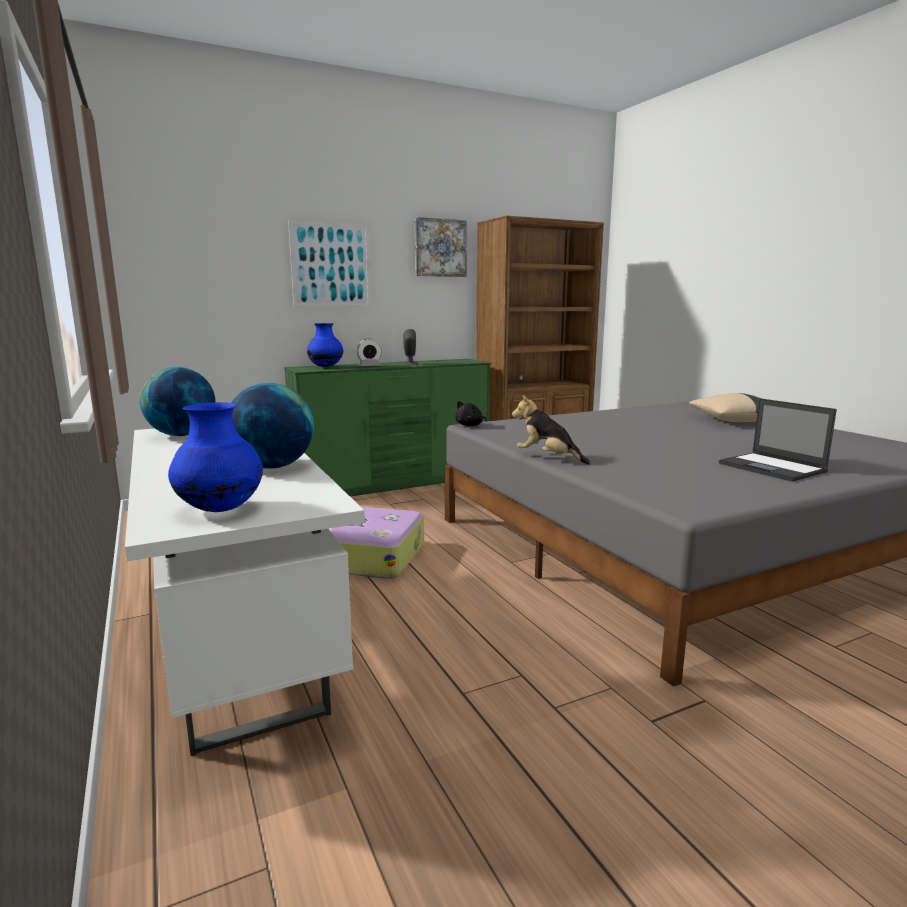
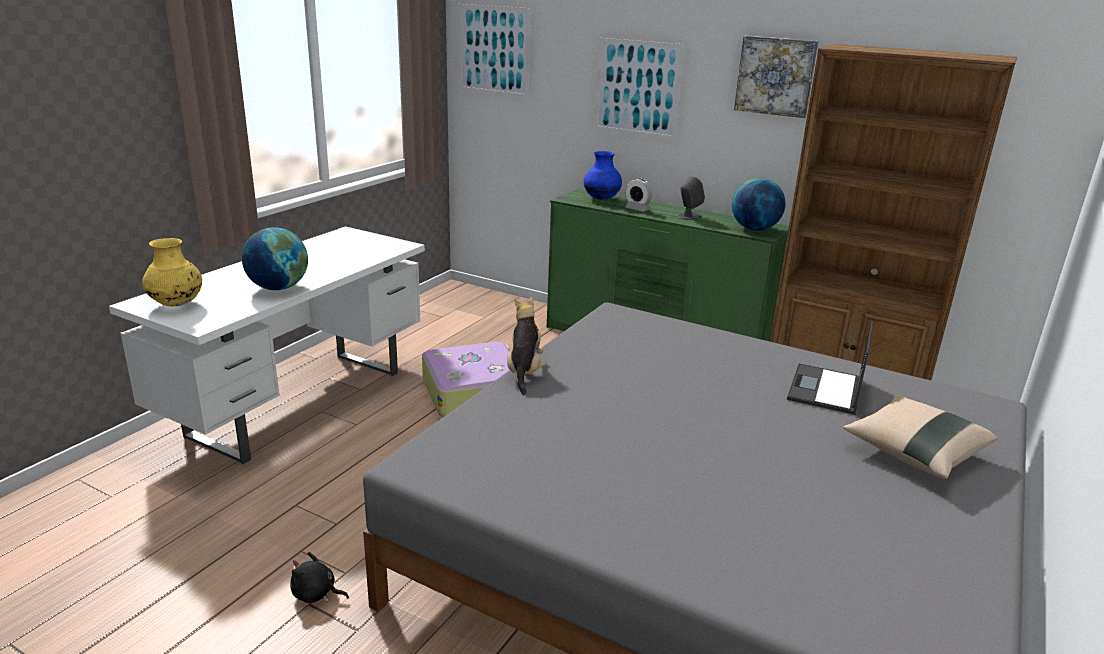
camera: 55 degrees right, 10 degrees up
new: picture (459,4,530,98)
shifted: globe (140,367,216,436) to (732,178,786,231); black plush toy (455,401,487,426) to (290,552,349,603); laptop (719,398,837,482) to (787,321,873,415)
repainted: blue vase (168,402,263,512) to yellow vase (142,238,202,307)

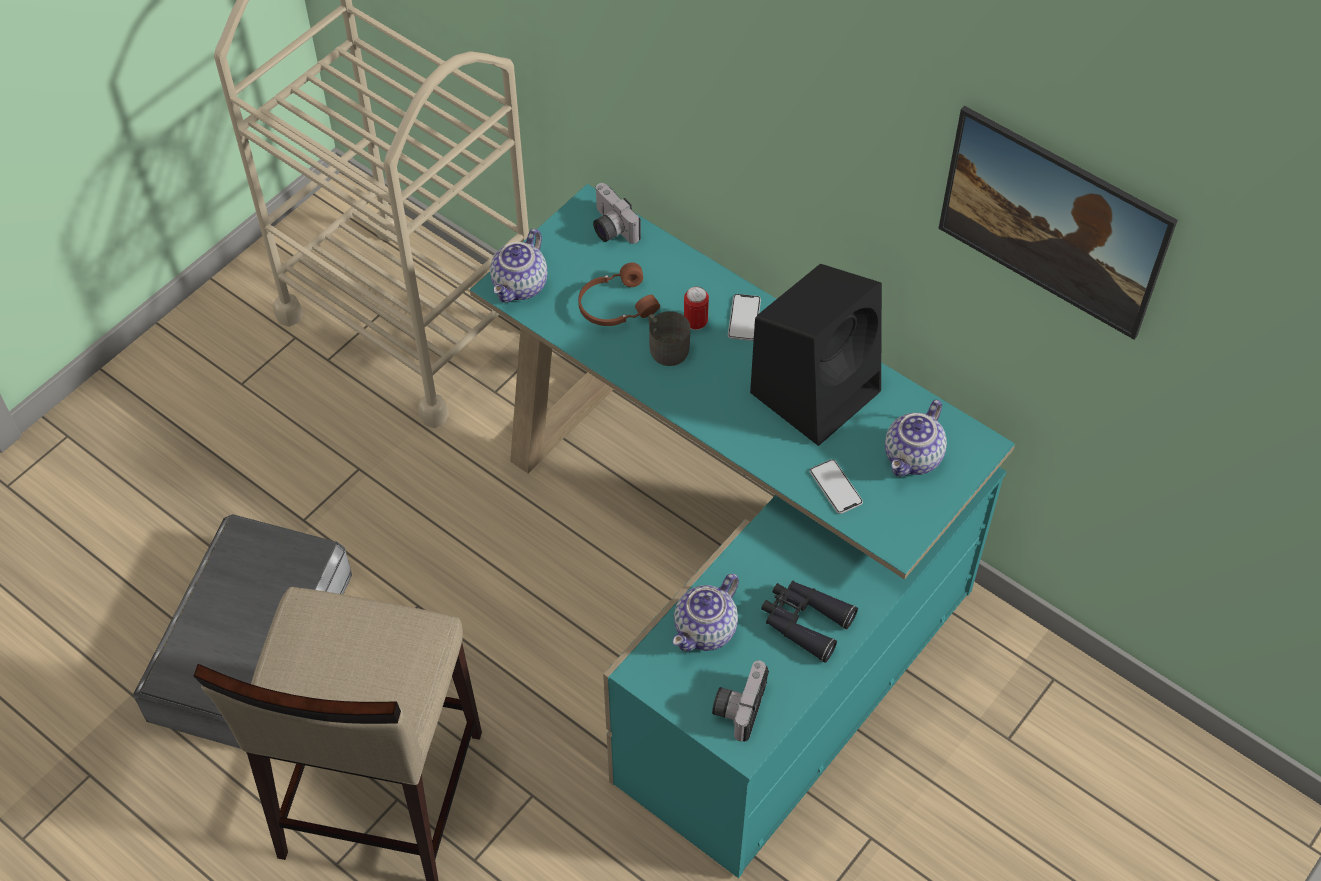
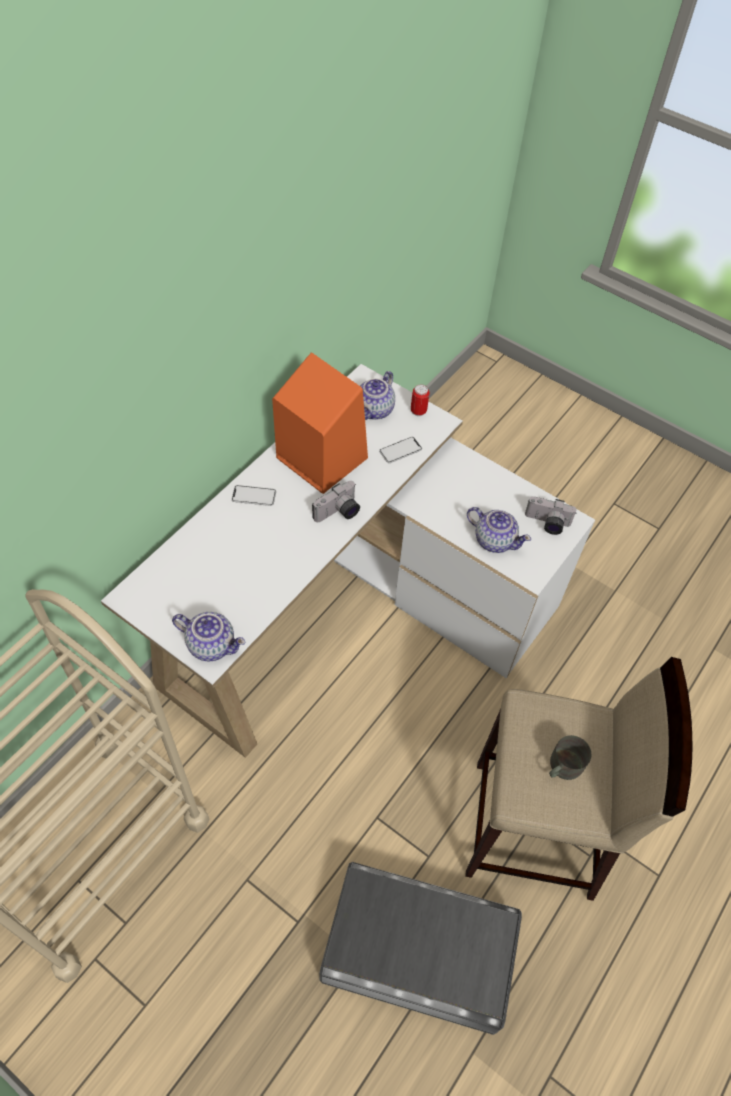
camera: 95 degrees left, 0 degrees up
gone: brown headphones (578,263,660,326); black binoculars (761,581,858,663); picture (938,106,1178,339)
shifted: photo camera (593,183,641,244) to (312,481,360,522); grey mug (648,311,690,366) to (549,735,592,780); can (684,287,709,330) to (411,384,430,416)
repainted: turquoise desk (470,184,1015,878) to white desk (101,364,595,758); black speaker (750,264,882,446) to orange speaker (272,353,368,494)
rotated: teapot (885,400,947,476) = (360,371,395,420) 90 degrees clockwise

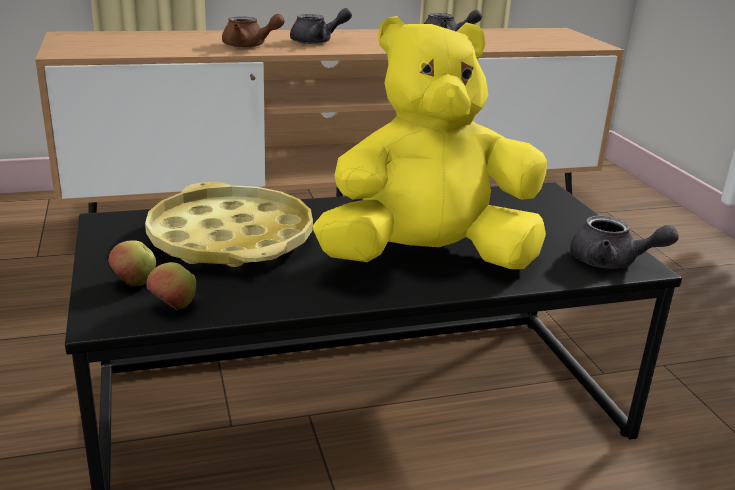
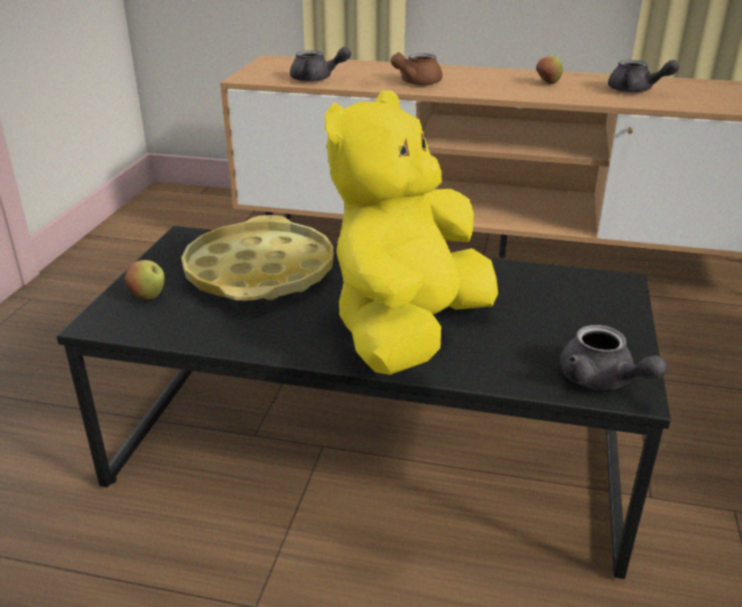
camera: 30 degrees right, 5 degrees up
shifted: apple (146,262,196,310) to (536,56,563,84); grey teapot (290,8,352,44) to (290,47,351,82)
rotated: brown teapot (222,14,285,48) = (391,52,443,85) 90 degrees clockwise; yellow plush toy (313,16,547,269) = (325,90,498,375) 75 degrees counterclockwise

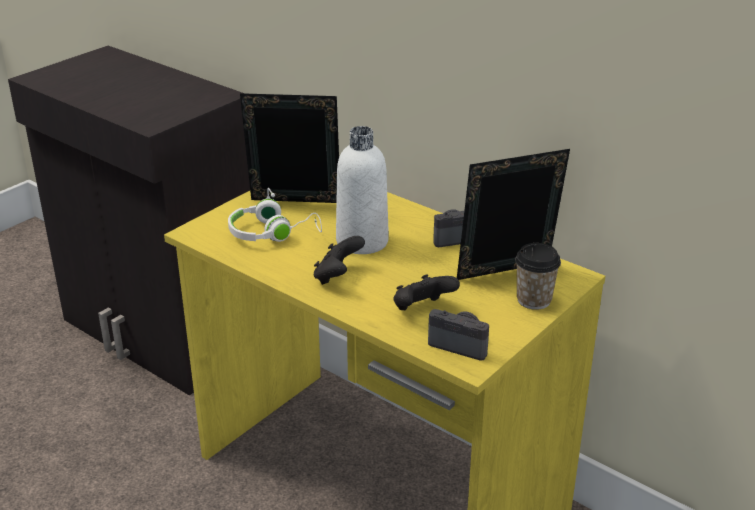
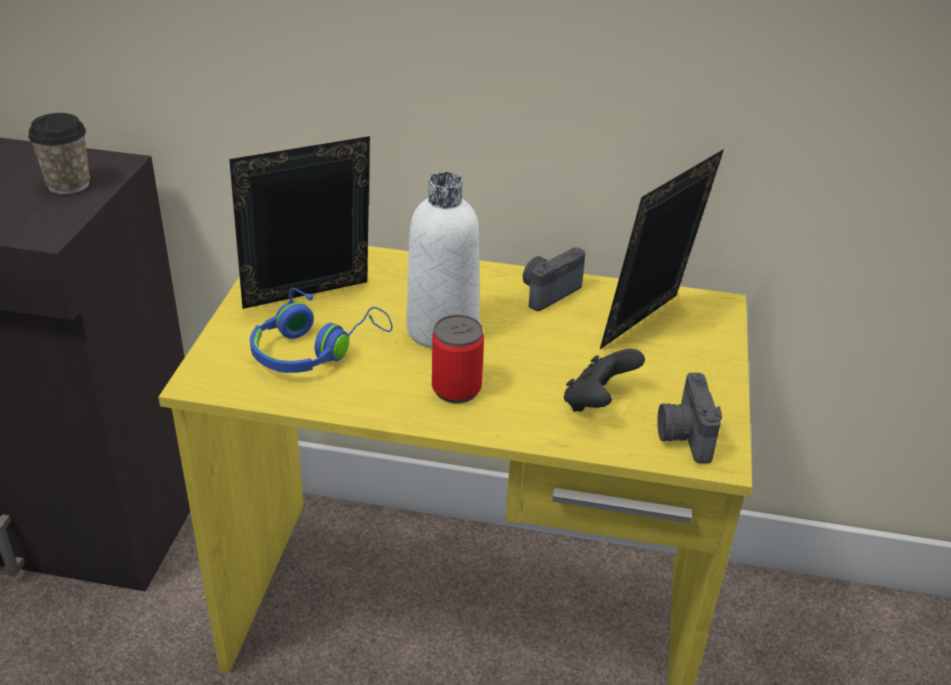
camera: 30 degrees left, 5 degrees up
shifted: cup (515,243,561,310) to (28,113,90,194)
swapped: black game controller (314,236,365,285) to can (432,315,484,403)
repainted: white headphones (228,188,322,242) to blue headphones (250,288,393,373)
rotated: photo camera (428,309,489,361) = (657,373,722,463) 90 degrees counterclockwise

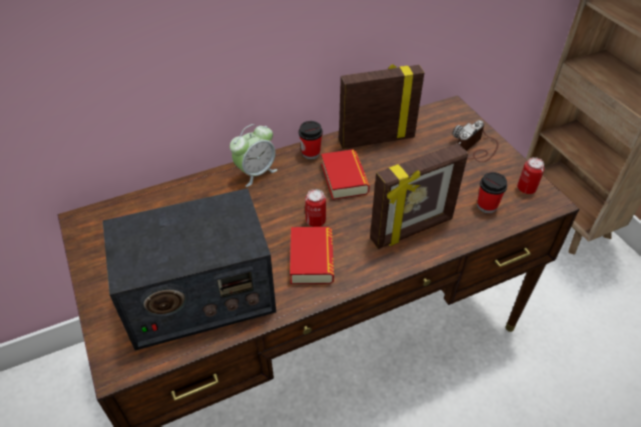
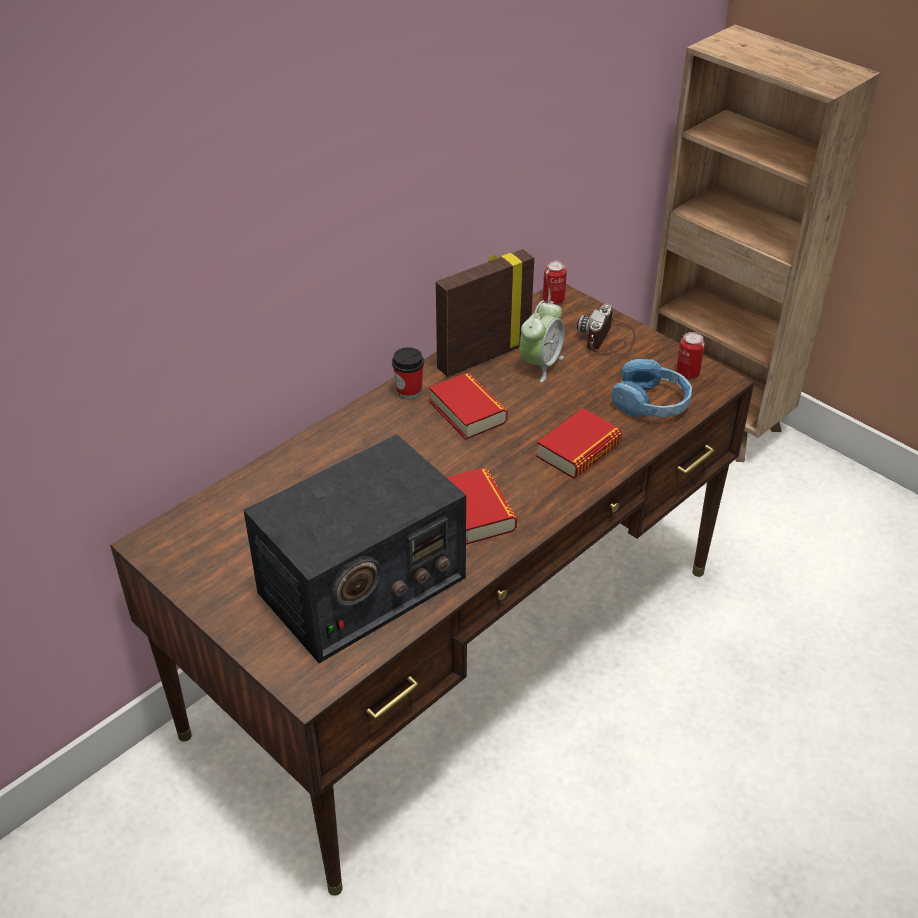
camera: 20 degrees left, 5 degrees down
shifted: alarm clock (230,124,278,187) to (520,301,564,382); can (305,189,326,227) to (543,260,567,305)
swapped: picture frame (370,143,468,249) to book (537,408,622,478); cup (477,172,507,213) to blue headphones (611,359,692,418)

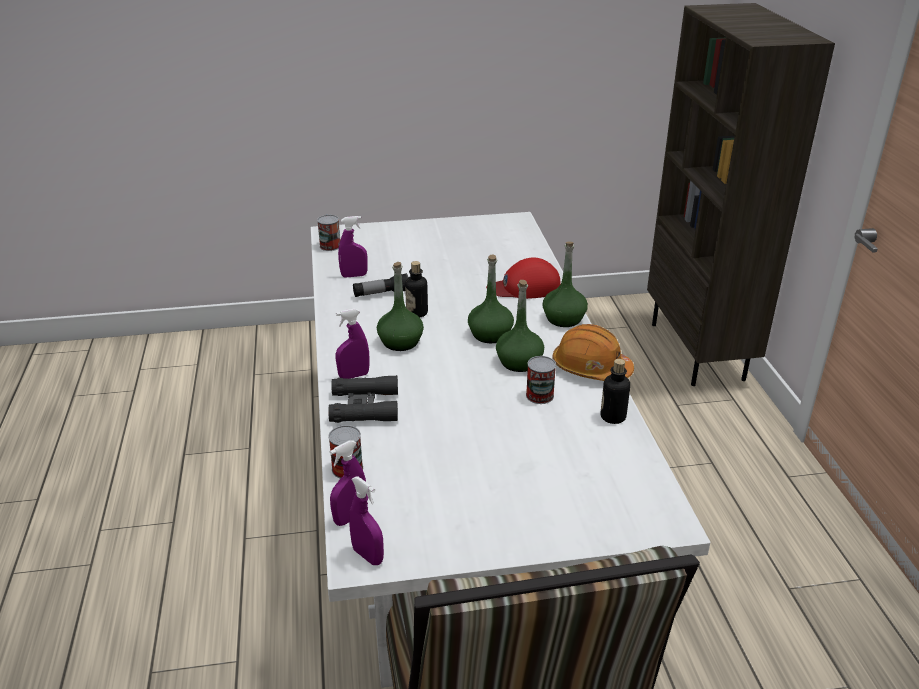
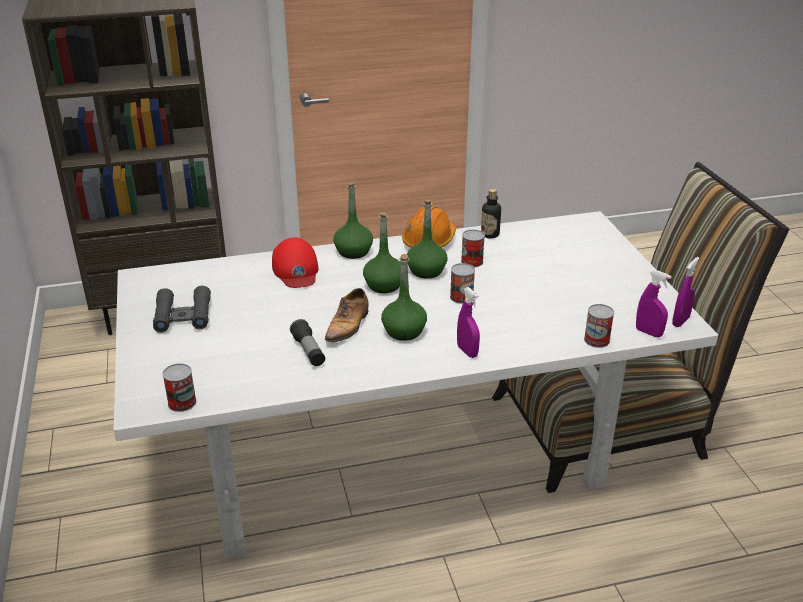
camera: 95 degrees left, 0 degrees up
gone: purple spray bottle (338,216,368,277)
new: can (450,263,475,304)
shifted: black binoculars (329,376,398,423) to (153,286,211,333)
swapped: bottle (405,261,428,318) to shoe (325,288,369,342)

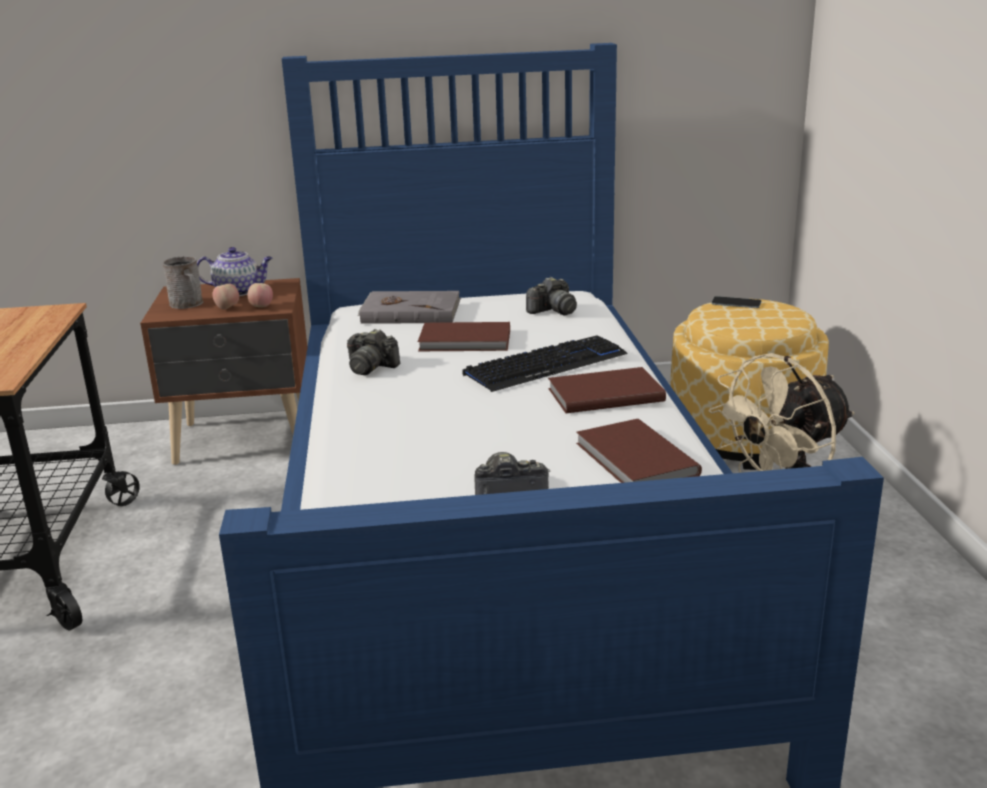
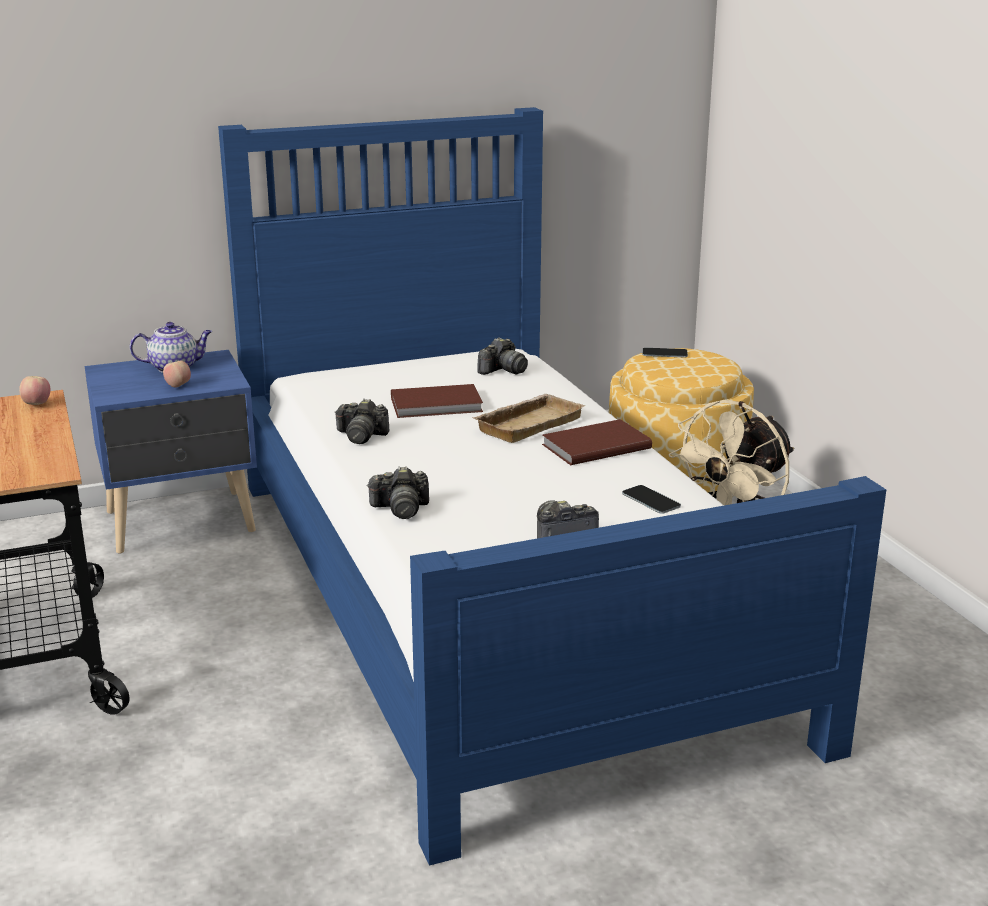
camera: 15 degrees left, 0 degrees up
gone: grey mug (162,256,203,309); grey book (358,291,461,324)
new: photo camera (366,466,429,519)
shifted: apple (247,283,273,308) to (19,376,50,405)
swapped: keyboard (462,335,628,392) to beige tray (472,394,585,443); brown book (576,419,702,483) to phone (622,485,681,514)
repainted: brown nightstand (140,278,308,465) to blue nightstand (84,350,257,554)

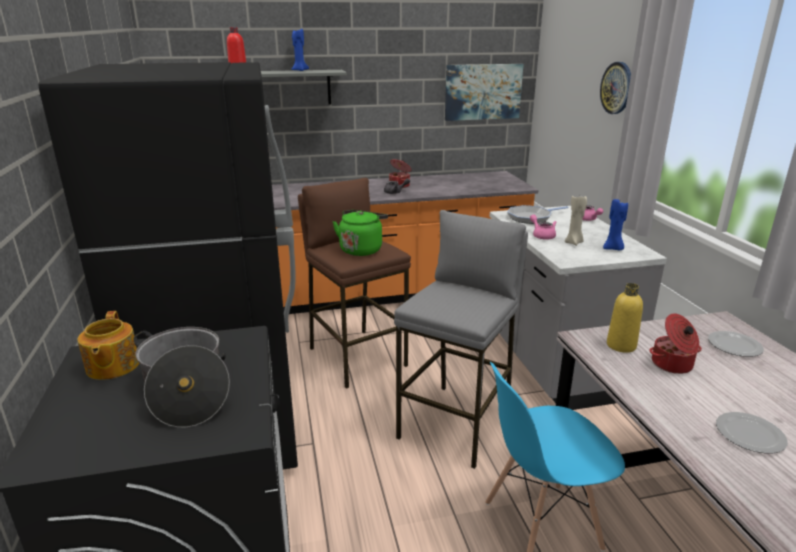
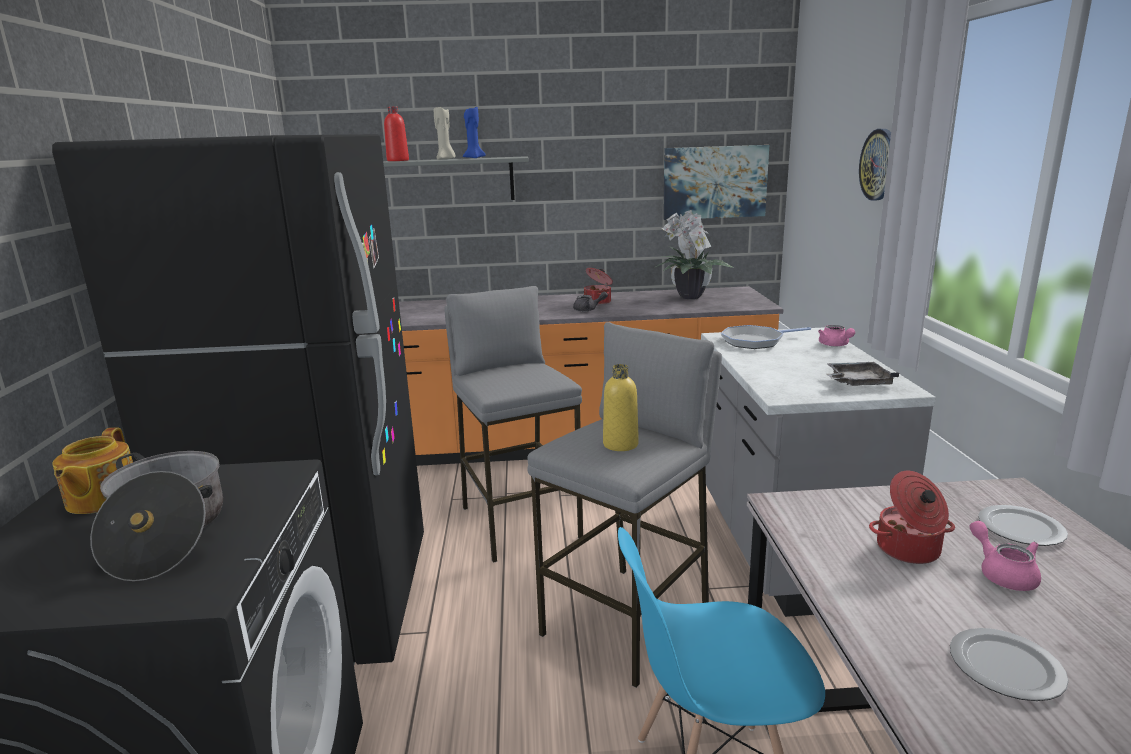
camera: 10 degrees right, 5 degrees down
gone: green kettle (333,210,388,256)
new: potted plant (654,210,734,299)
shifted: pink teapot (530,215,557,240) to (969,521,1041,591); beige candle (565,196,587,246) to (434,107,456,160); yellow bottle (607,283,643,353) to (603,364,639,451)
swapped: blue candle (603,199,628,250) to grey tray (826,362,899,386)
repainted: brown stool (298,178,411,389) to grey stool (444,286,583,563)

